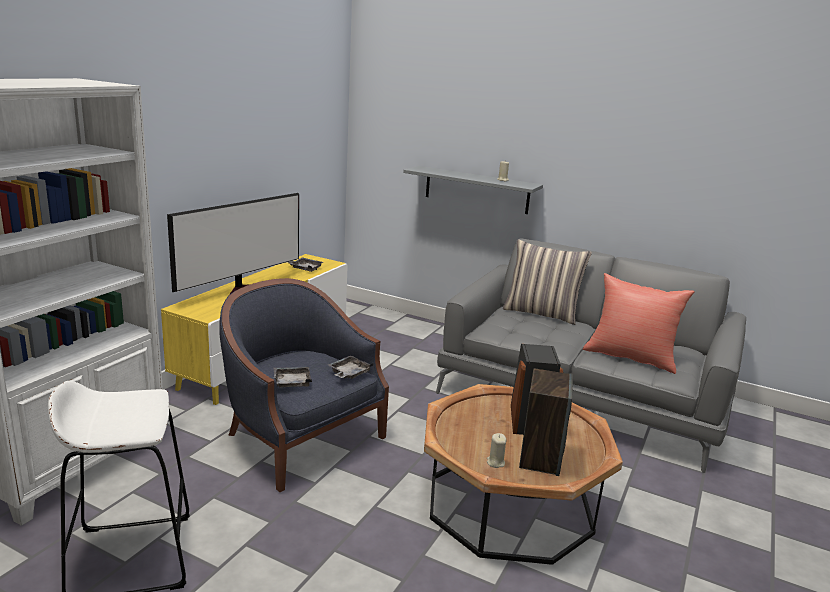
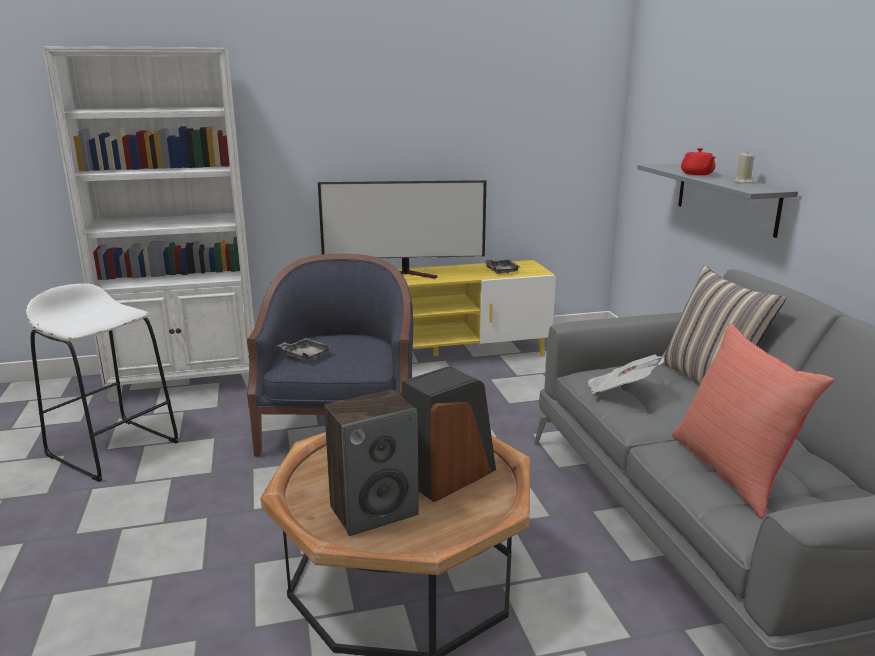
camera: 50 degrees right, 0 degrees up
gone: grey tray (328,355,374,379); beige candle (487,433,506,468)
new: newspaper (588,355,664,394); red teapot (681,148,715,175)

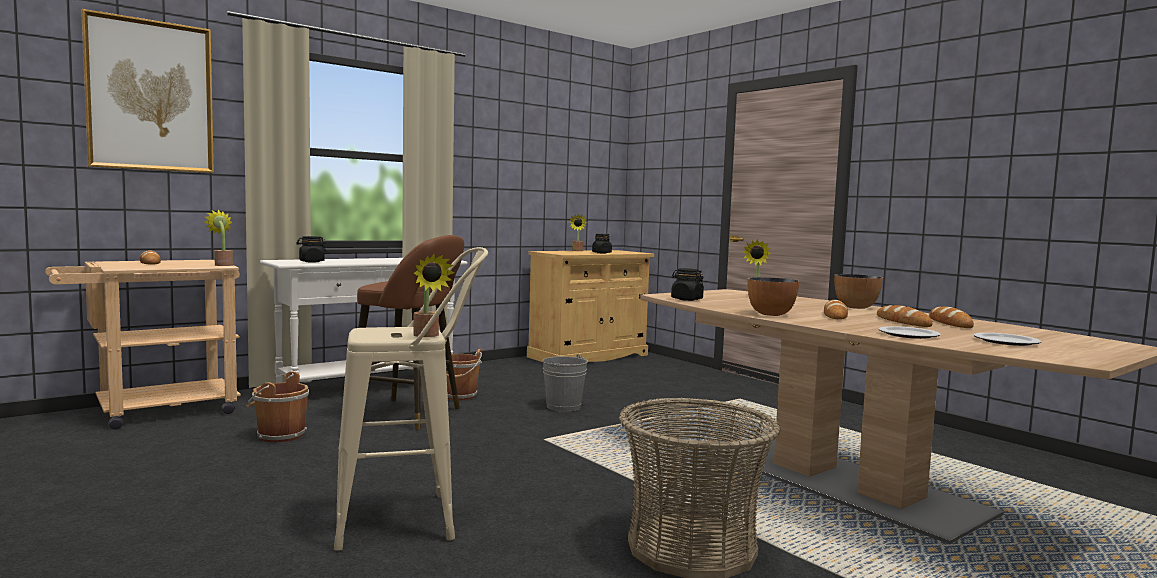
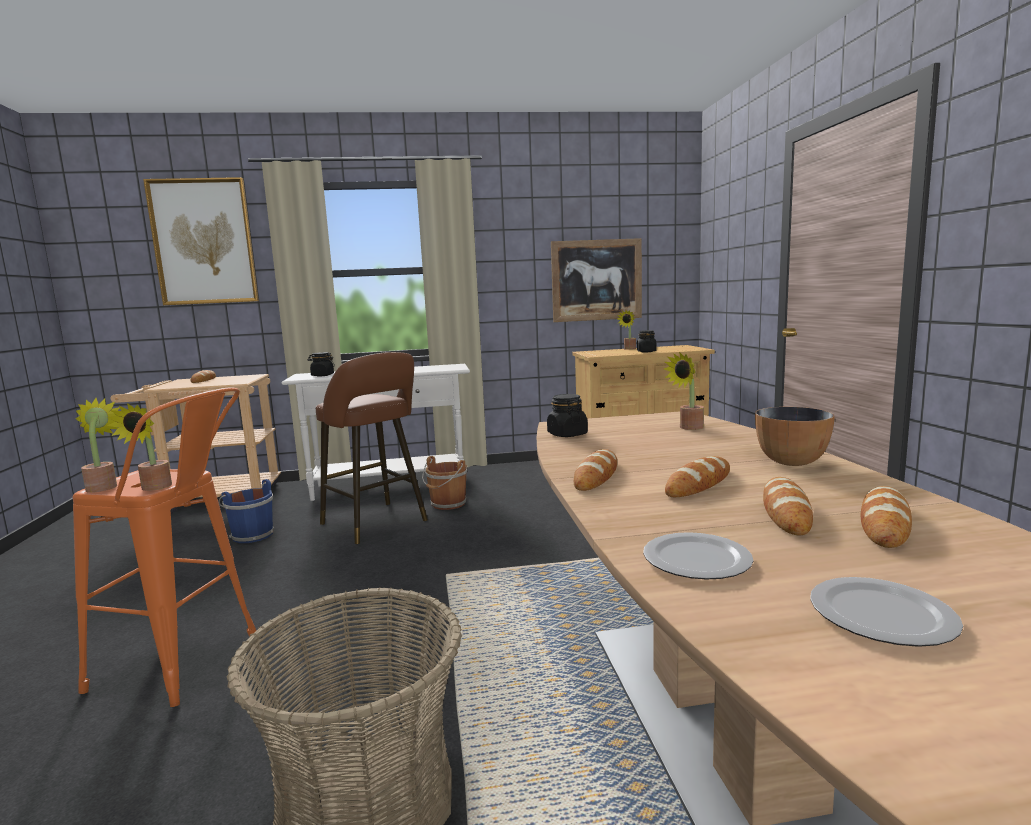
camera: 30 degrees right, 5 degrees up
gone: grey bucket (543,354,588,412)
new: picture (551,238,642,322)
shifted: potted plant (204,210,233,266) to (75,398,120,493)
swapped: bowl (747,277,799,316) to bread (574,449,617,491)
repainted: brown bucket (246,371,309,442) to blue bucket (218,479,274,543); beige stool (334,247,488,551) to orange stool (73,387,256,707)

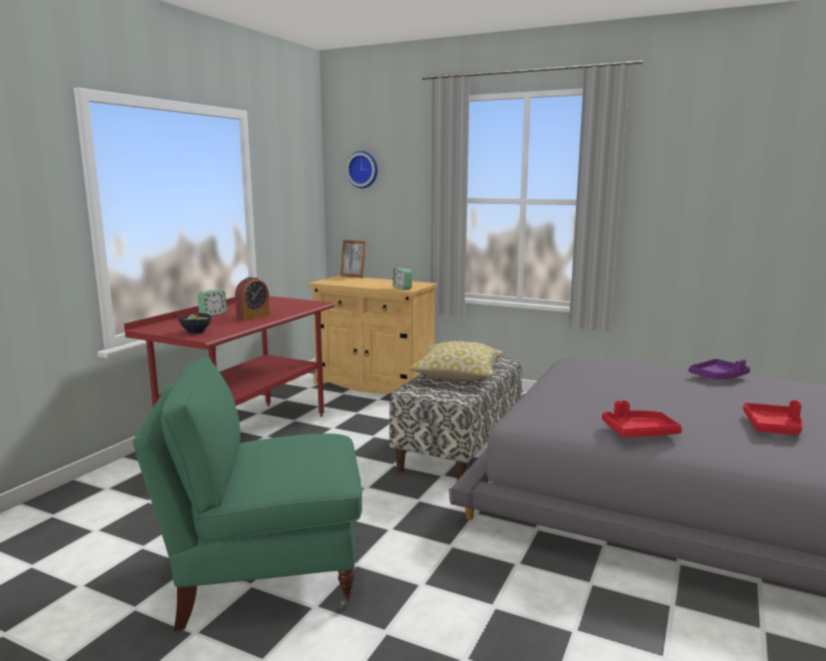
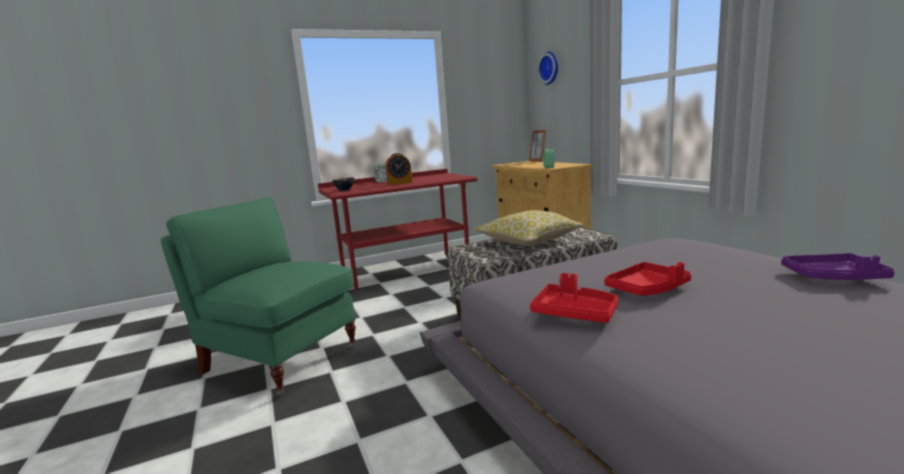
camera: 40 degrees right, 0 degrees up
shifted: red tray (743,400,803,435) to (604,262,691,296)

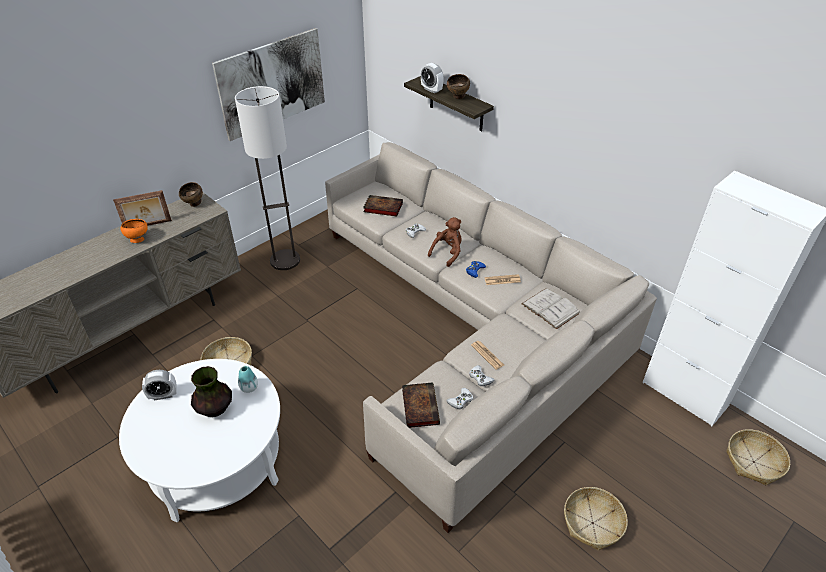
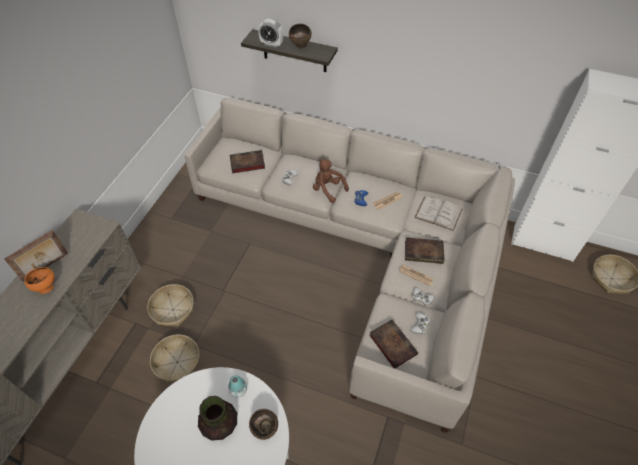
camera: 25 degrees left, 10 degrees up
gone: alarm clock (142,370,177,401); picture (212,28,325,141); floor lamp (235,86,300,270)
new: book (405,237,445,264)
shifted: brown bowl (179,182,203,207) to (249,409,278,440); basket (564,487,628,551) to (147,284,194,327)
rotated: brown plush toy (428,217,462,267) = (313,159,349,203) 60 degrees counterclockwise

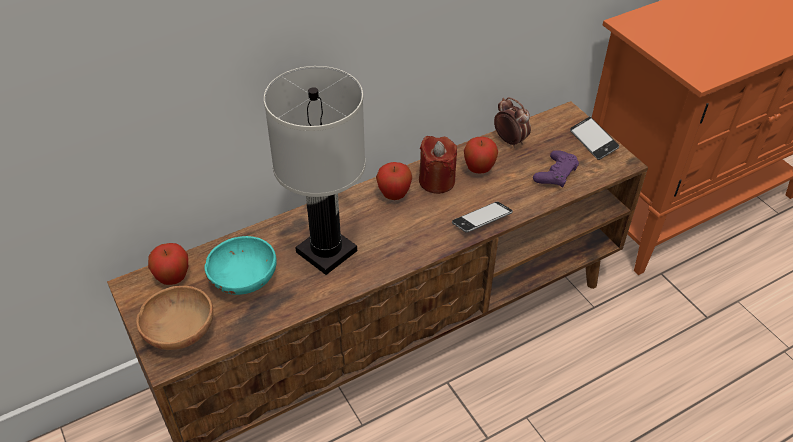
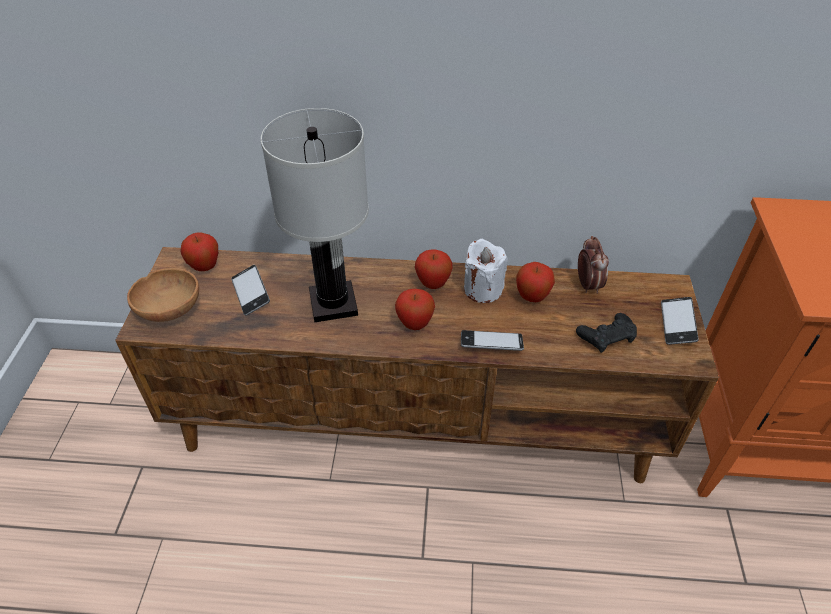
camera: 35 degrees right, 0 degrees up
new: apple (395,289,435,330)
swapped: turquoise bowl (204,236,277,295) to phone (231,265,270,316)
repainted: red candle (419,136,457,194) to white candle (464,239,507,303); purple game controller (533,150,579,188) to black game controller (576,313,637,353)

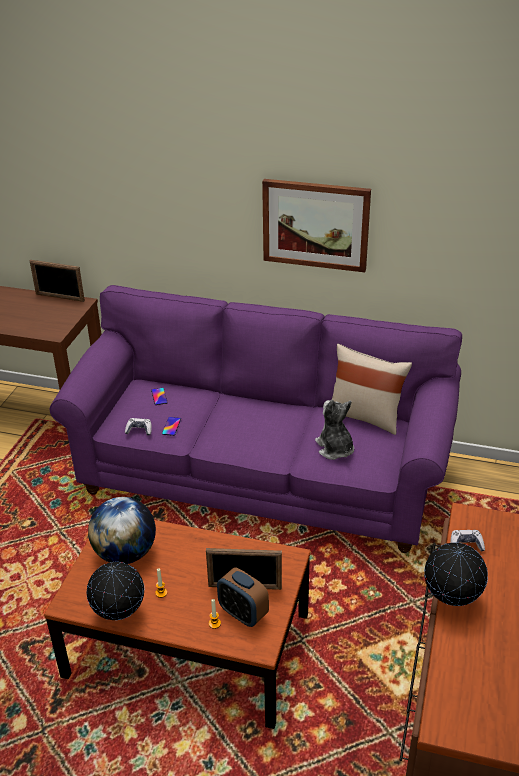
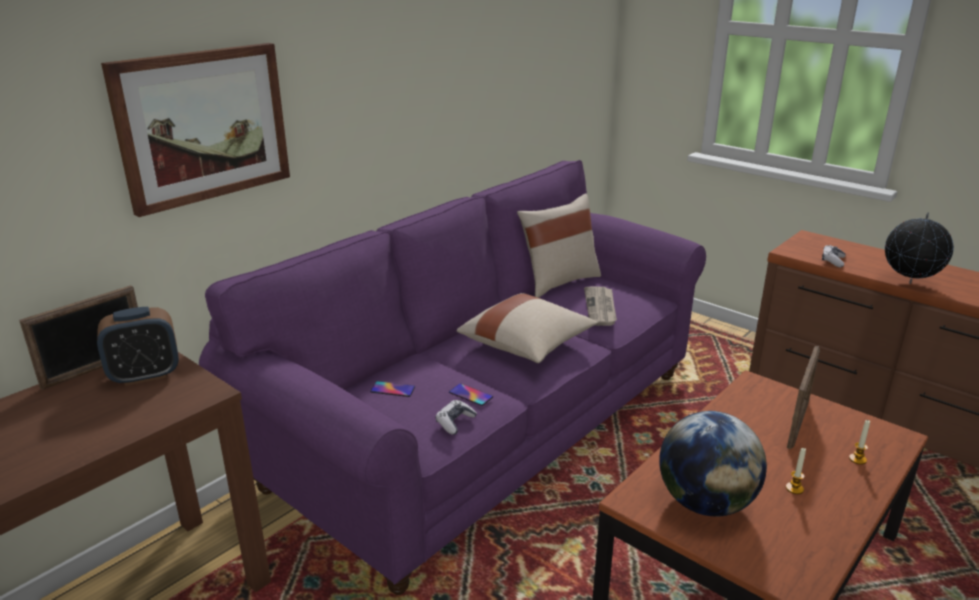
camera: 65 degrees left, 10 degrees down
gone: globe (87,562,144,620)
new: beige pillow (457,293,597,363)
shifted: alarm clock (217,567,269,627) to (97,307,179,386); picture (262,179,371,272) to (101,43,290,217)
swapped: plush toy (315,400,354,460) to newspaper (584,286,617,326)

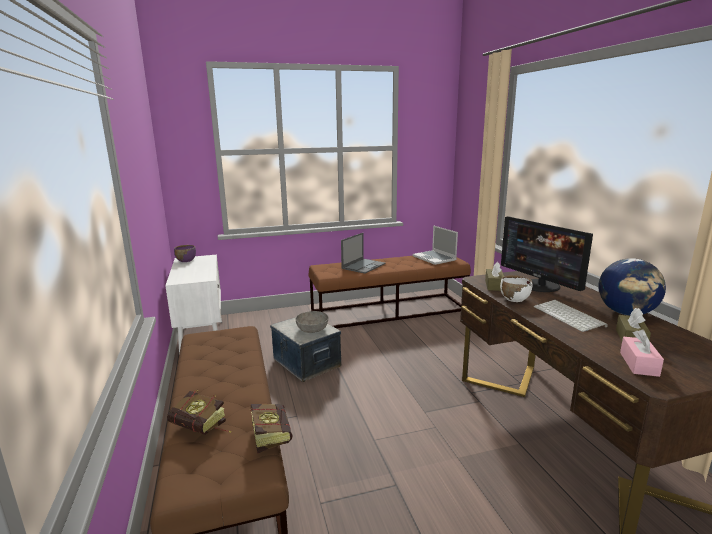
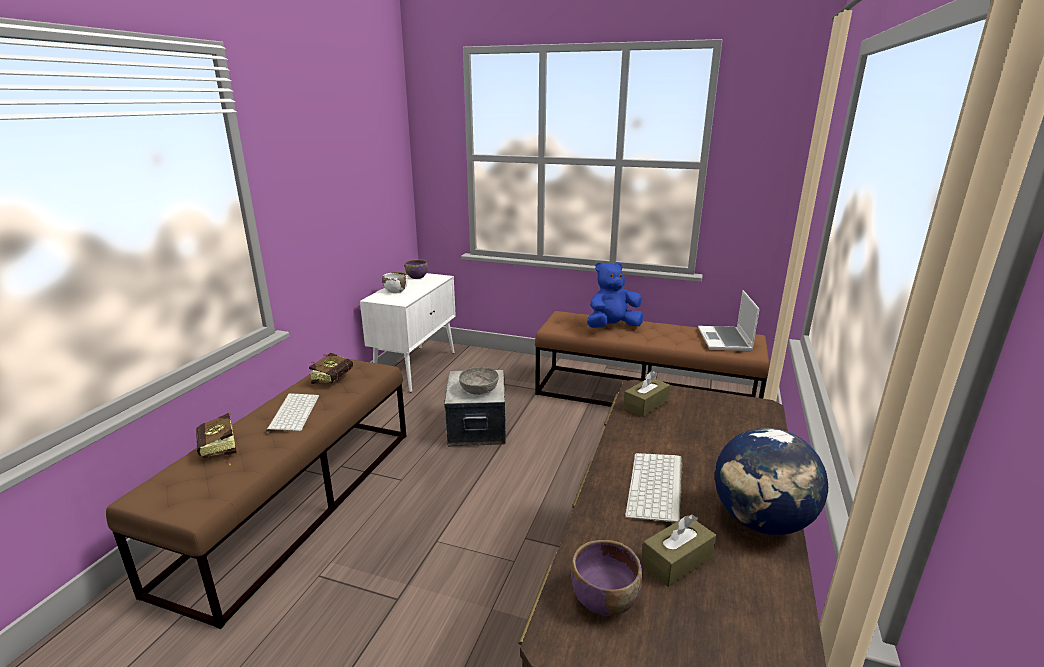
camera: 35 degrees right, 5 degrees up
gone: monitor (501,217,593,292)
new: keyboard (266,393,319,433)
shifted: book (250,404,293,453) to (309,352,353,384); white bowl (500,275,533,302) to (382,272,408,293)
swapped: laptop (341,233,386,274) to blue plush toy (587,262,643,328); pink tissue box (620,329,664,377) to purple bowl (571,540,642,616)

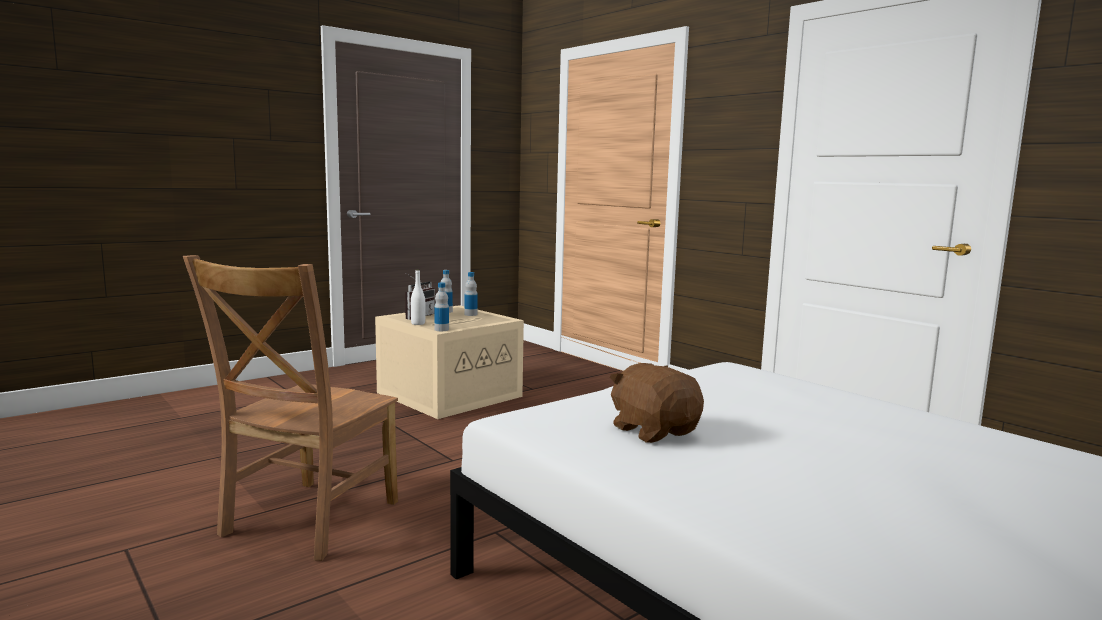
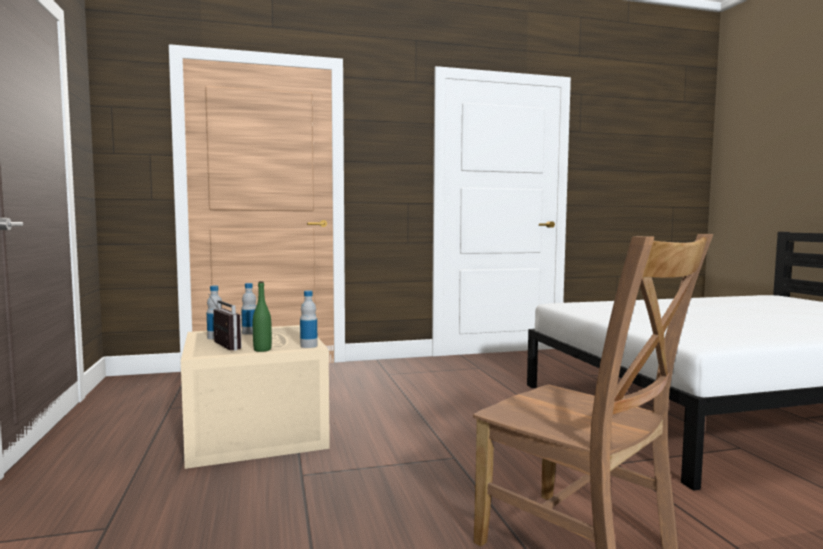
camera: 65 degrees left, 5 degrees down
gone: brown plush toy (609,363,704,443)
repainted: white bottle (411,269,425,325) to green bottle (253,281,272,352)

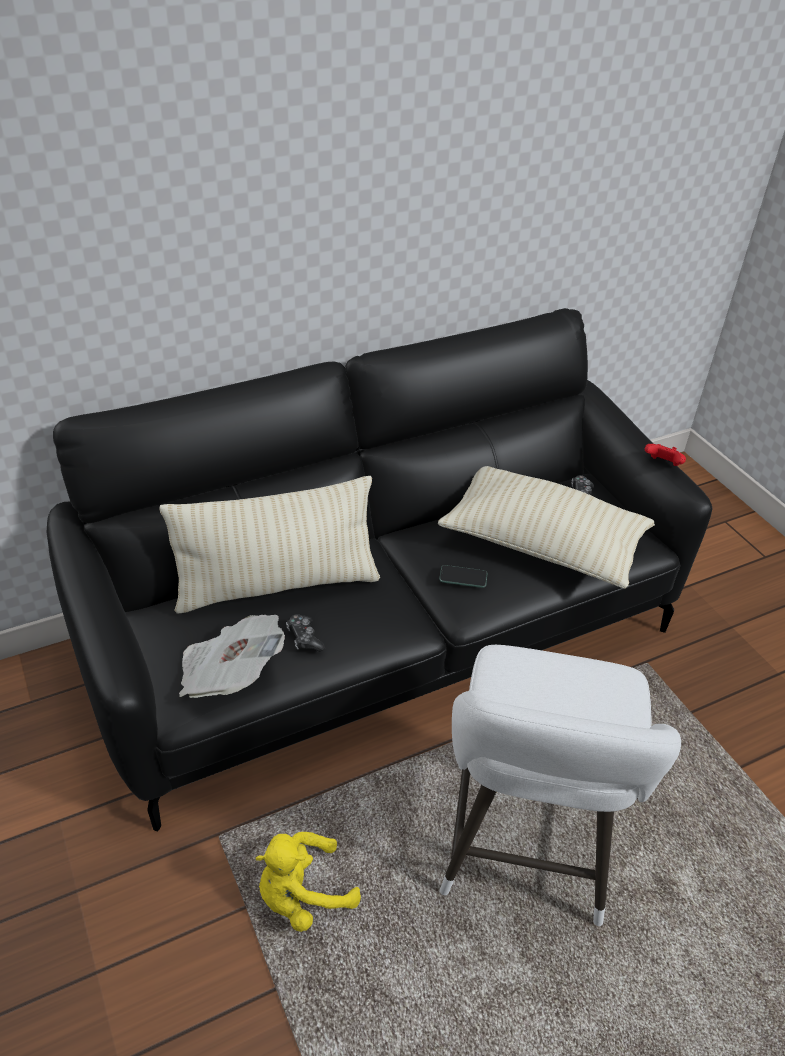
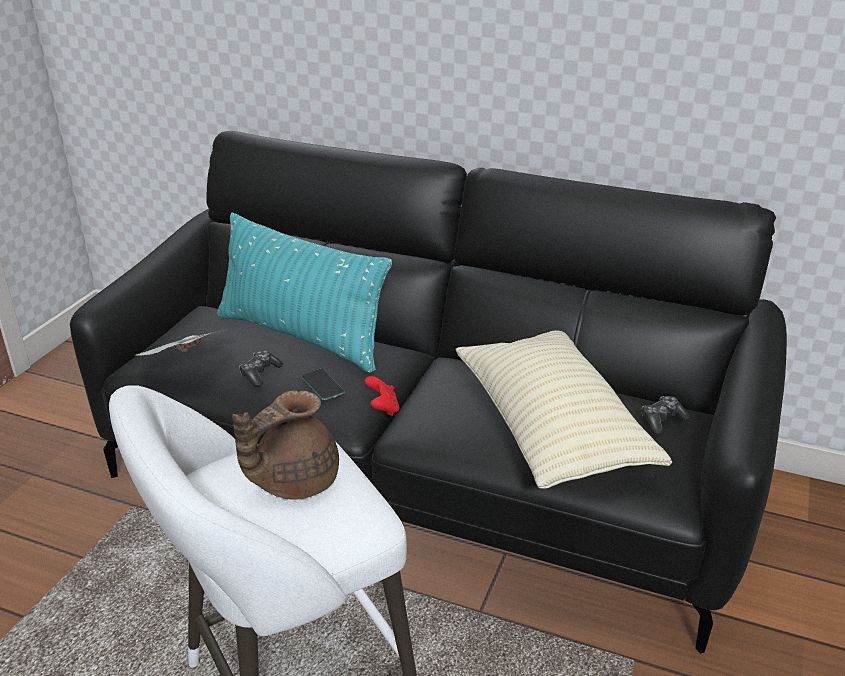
camera: 50 degrees right, 10 degrees down
gone: yellow plush toy (256,832,361,932)
new: brown teapot (232,390,339,499)
shifted: phone (439,565,488,588) to (301,369,345,401); red game controller (645,444,686,466) to (365,376,399,416)
repainted: beige pillow (159,476,380,614) to turquoise pillow (217,213,392,373)

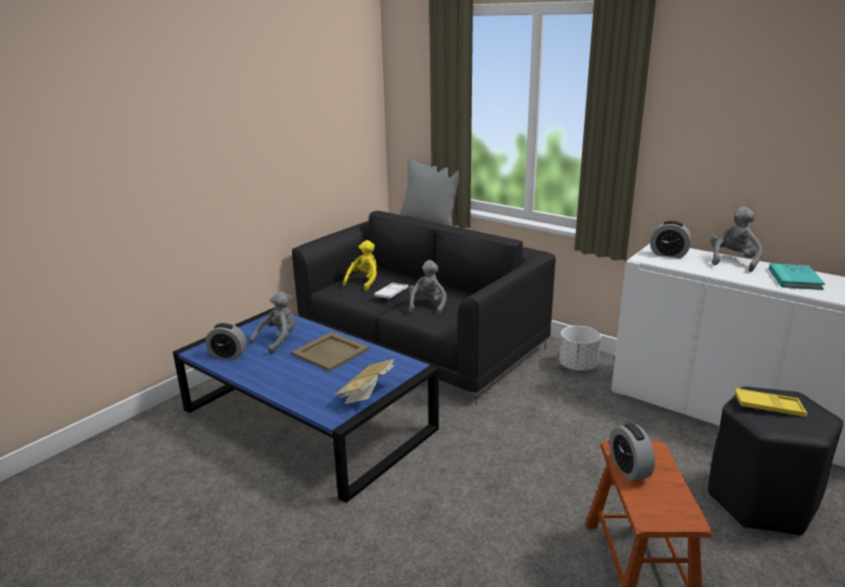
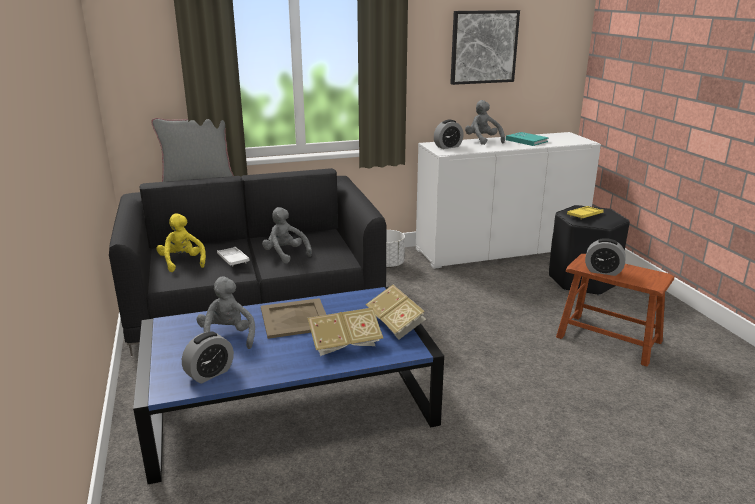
camera: 55 degrees left, 0 degrees up
new: book (307,307,383,356); picture (450,10,520,85)

